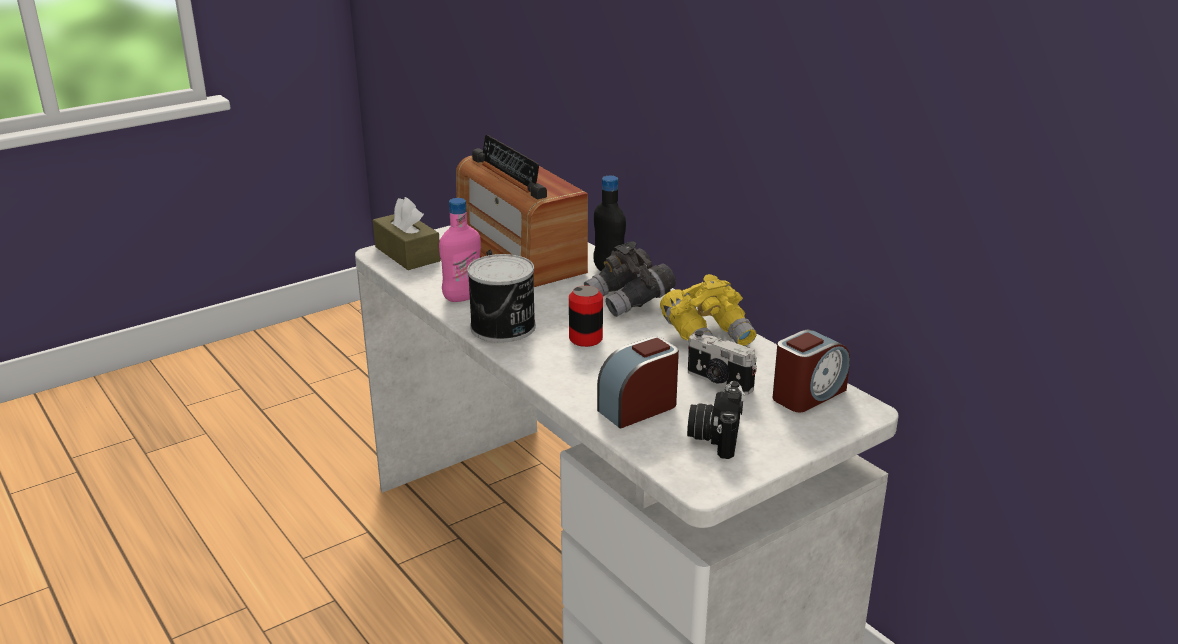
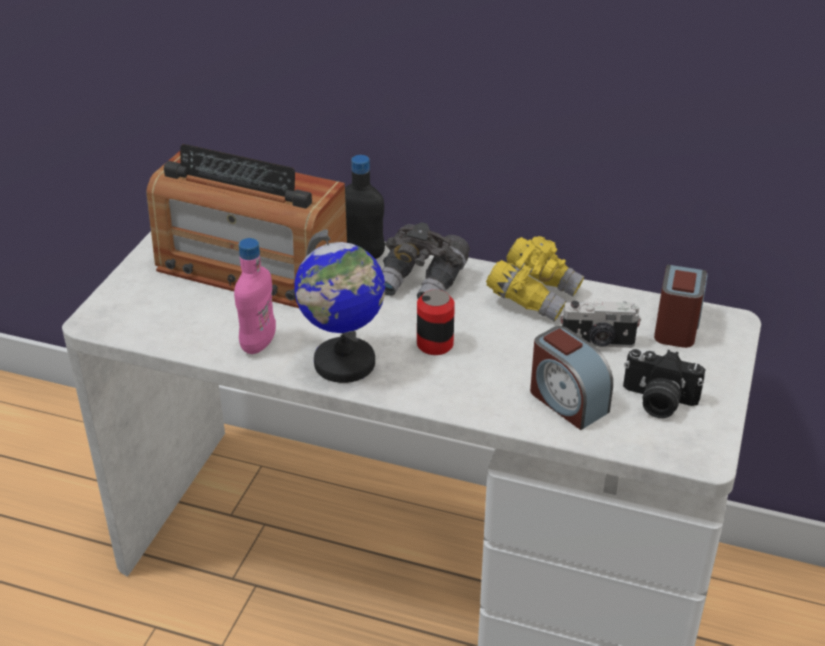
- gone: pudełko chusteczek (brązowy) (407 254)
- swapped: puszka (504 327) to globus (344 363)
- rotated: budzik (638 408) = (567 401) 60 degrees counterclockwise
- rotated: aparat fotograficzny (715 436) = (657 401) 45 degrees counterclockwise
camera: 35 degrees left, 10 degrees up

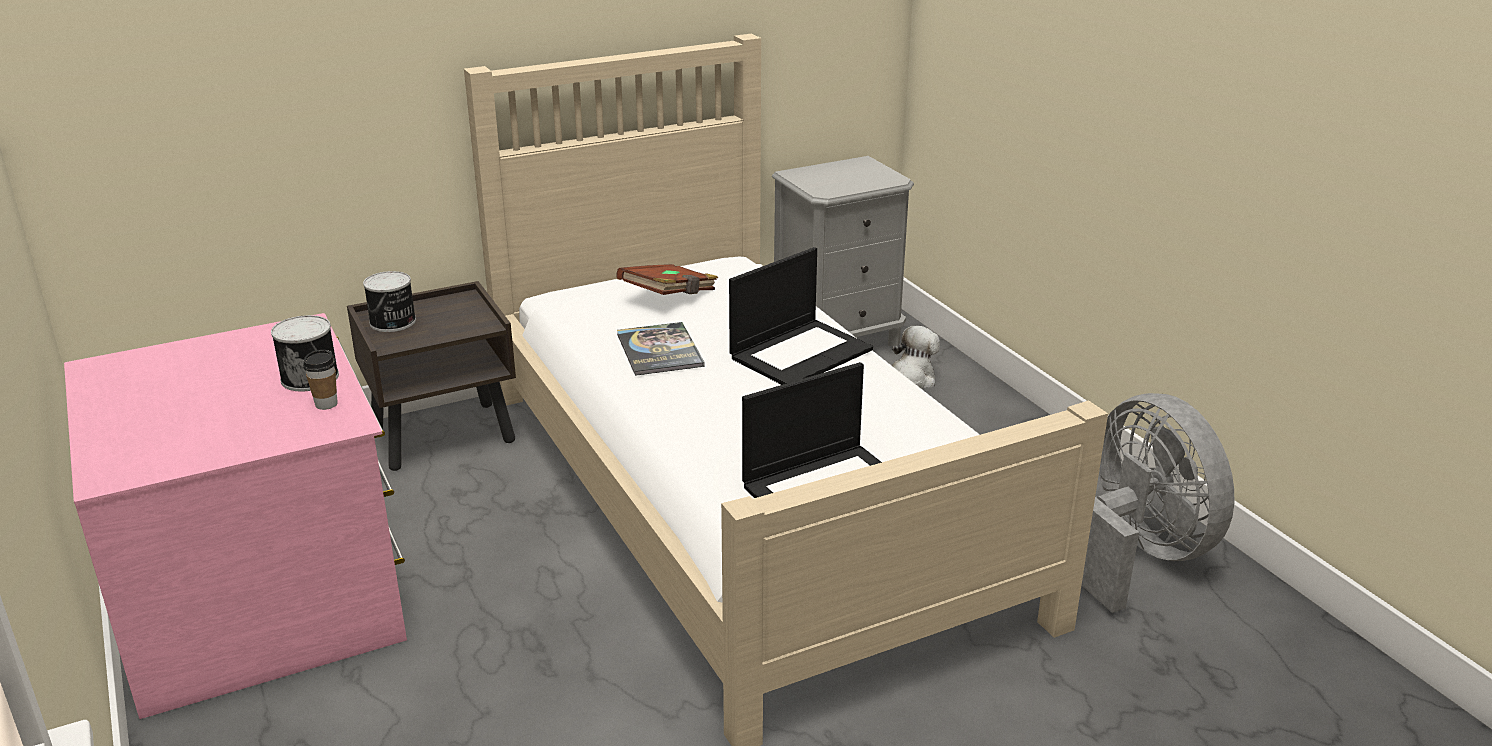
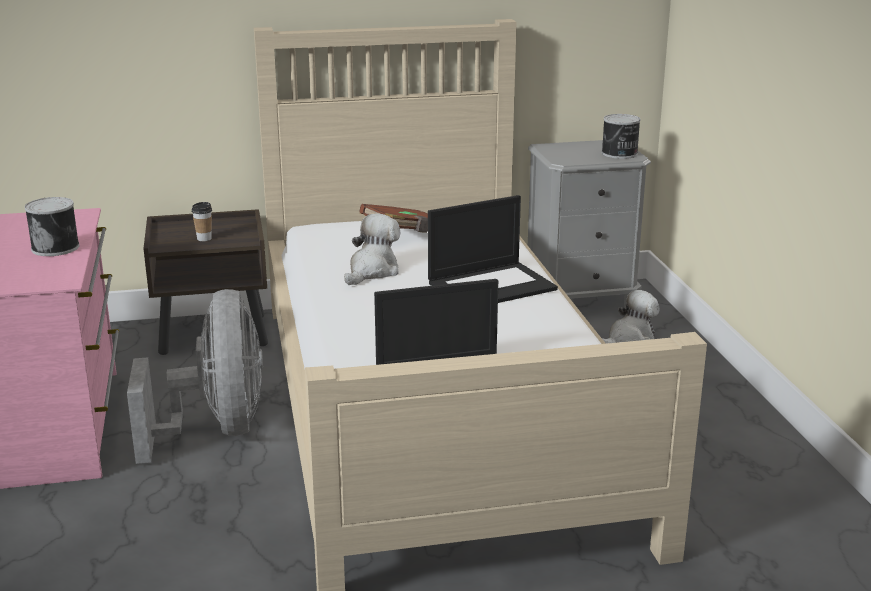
- shifted: puszka (393 322) to (620 154)
- swapped: książka (659 350) to pluszak (372 271)
- shifted: filiżanka (326 404) to (204 238)
- shifted: wentylator (szary) (1136 555) to (217 430)
camera: 15 degrees right, 5 degrees down

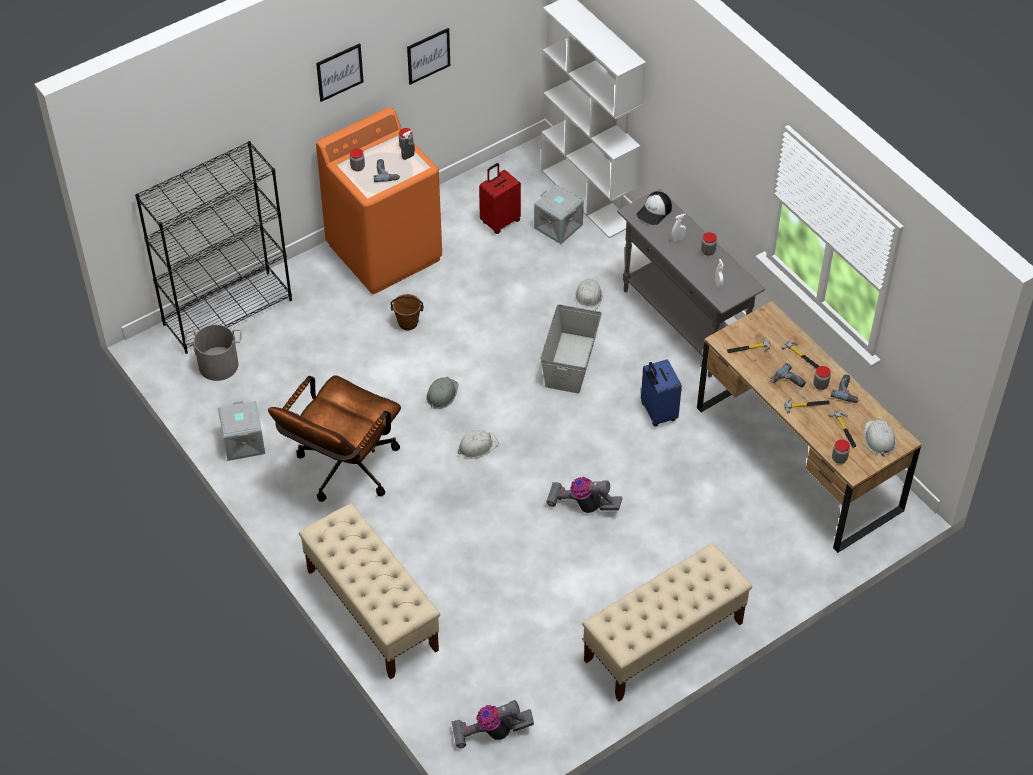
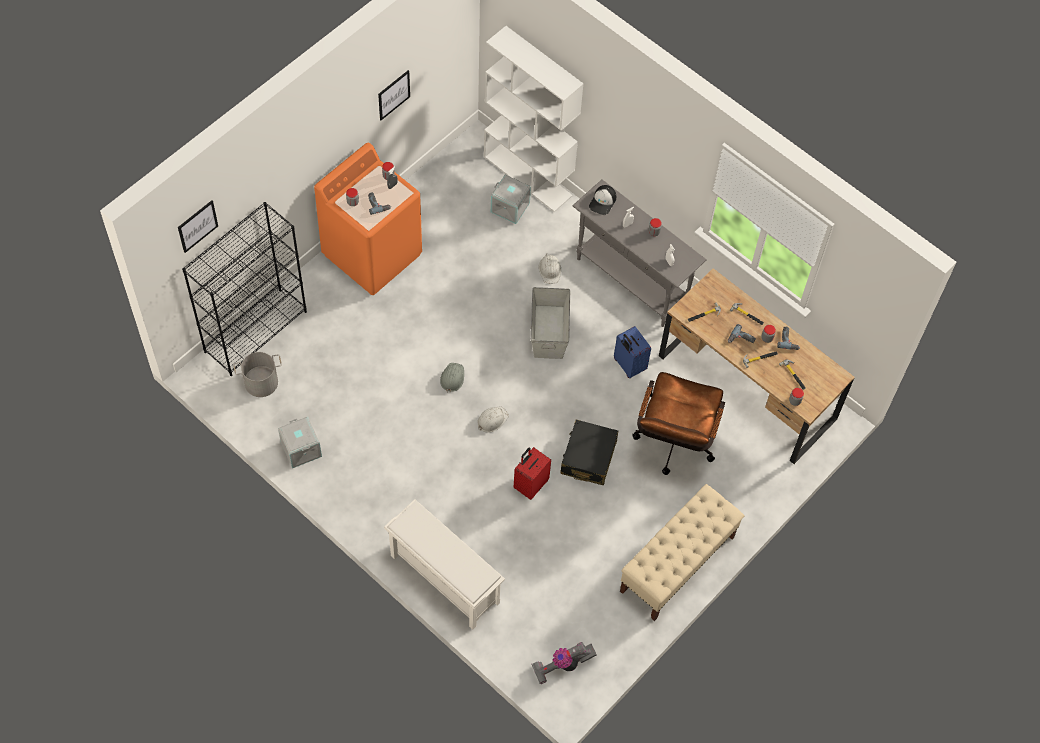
- shifted: obraz (339 72) to (197 226)
- shifted: walizka (czerwony) (500 221) to (530 484)
- gone: wiadro (brązowy) (408 323)
- shifted: krzesło biurowe (brązowy) (342 471) to (673 445)
- gone: kask (biały) (879 439)
- swapped: odkurzacz (583 505) to walizka (czarny) (588 457)
- swapped: ławka (beżowy) (371 610) to regał na buty (biały) (443 579)
camera: 15 degrees left, 10 degrees up

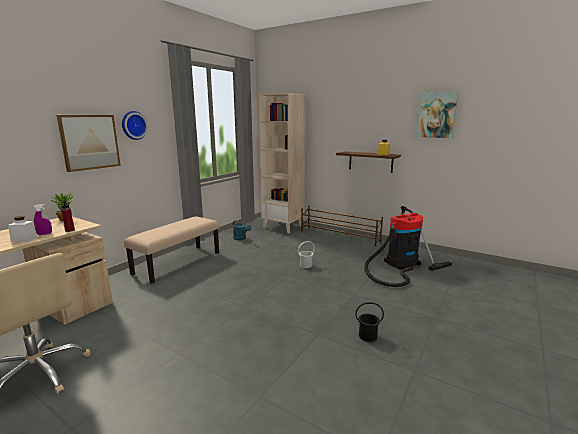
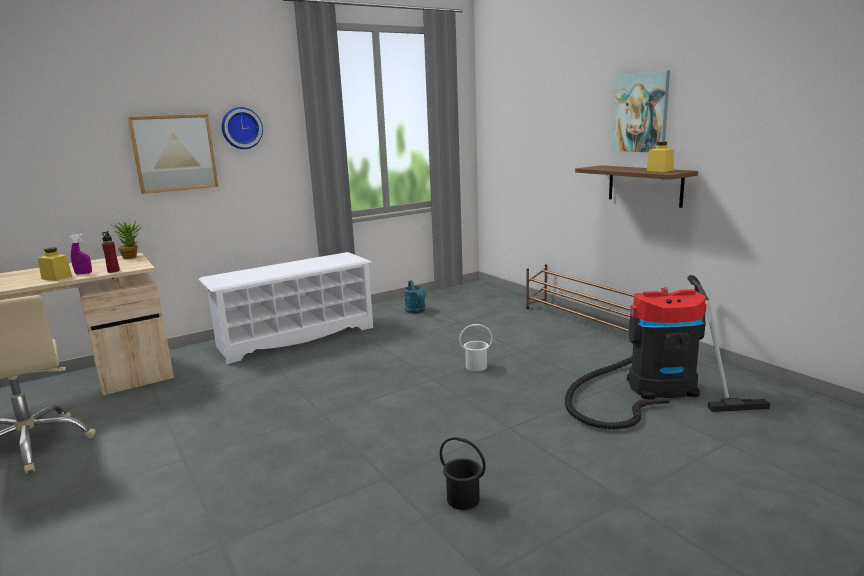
- shifted: obraz (436 115) to (640 112)
- gone: regał (beżowy) (283 227)
- repainted: słoik (biały) (24 239) to słoik (żółty) (57 277)
- swapped: ławka (beżowy) (178 263) to regał na buty (biały) (296 337)
camera: 25 degrees right, 0 degrees up

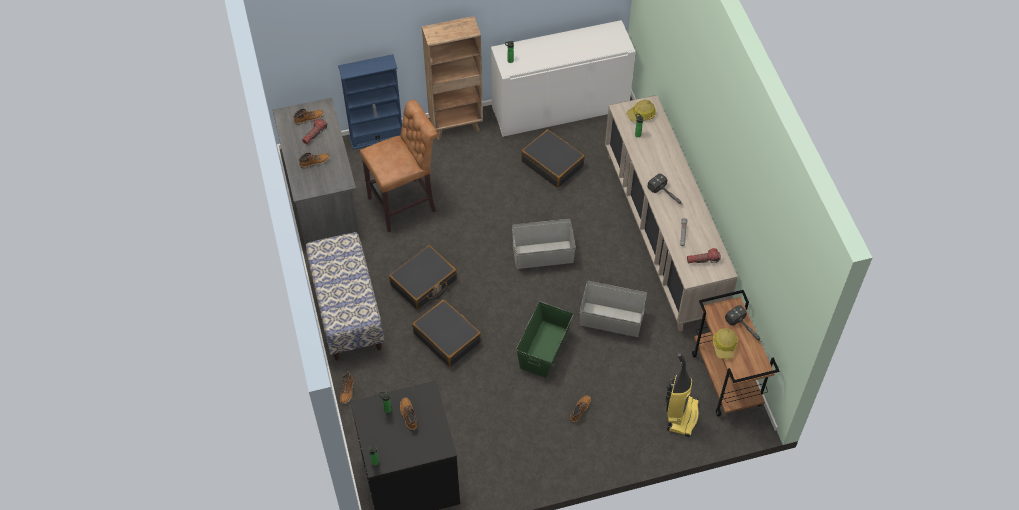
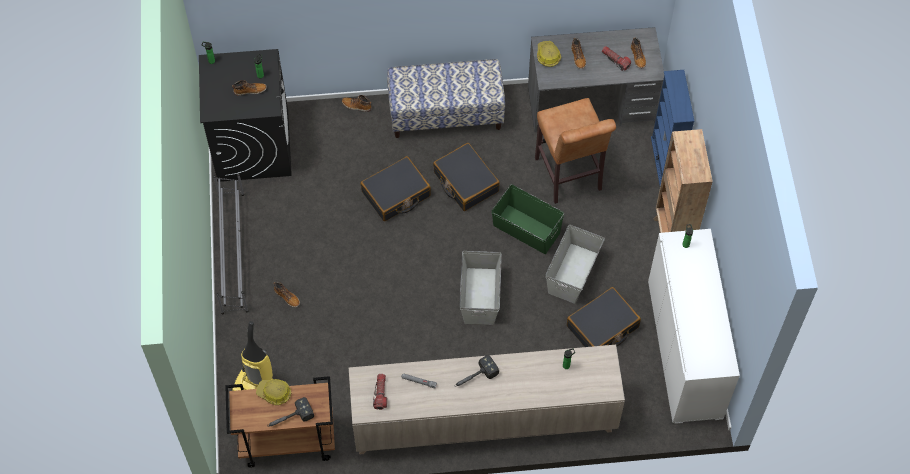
- shifted: kask (641 114) to (547 56)
- shifted: pojemnik do przechowywania (szary) (611 319) to (573 273)
- shifted: pojemnik do przechowywania (zielony) (543 348) to (526 228)
- new: regał na buty (szary) (233 252)
camera: 100 degrees right, 5 degrees up

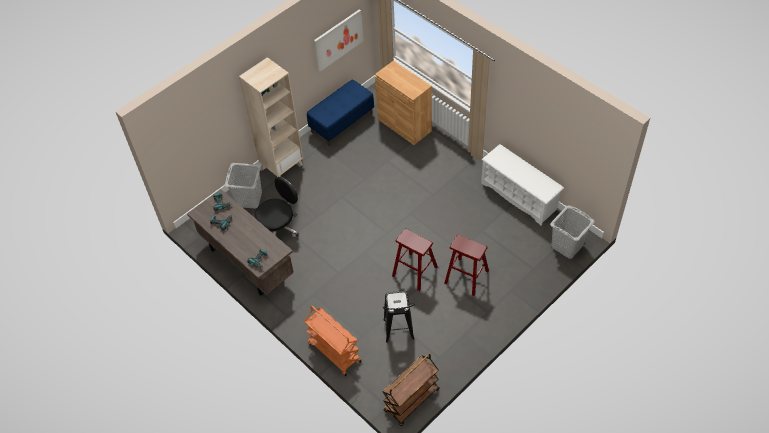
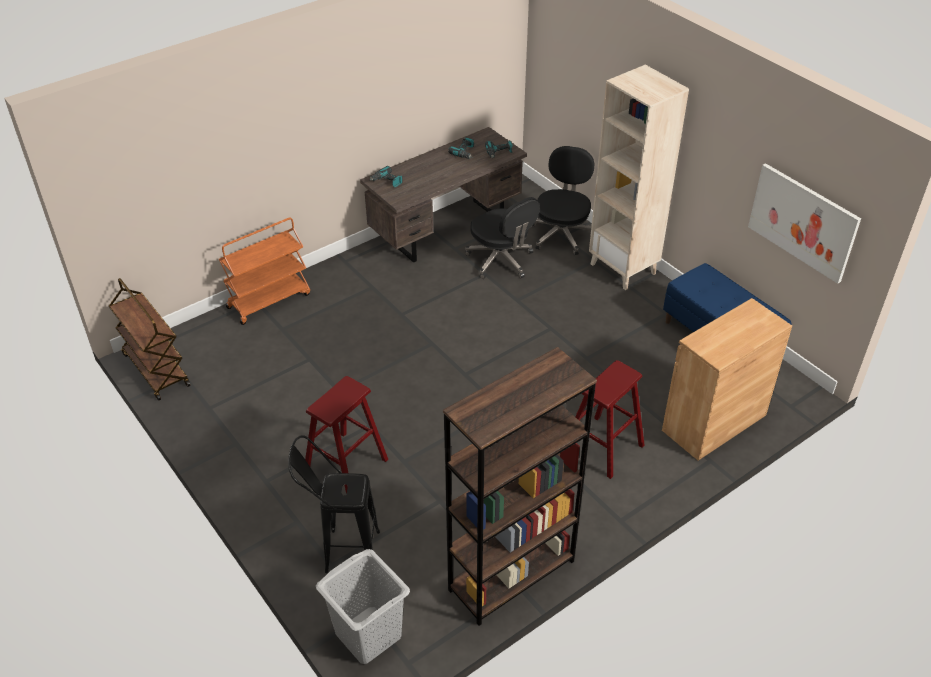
- swapped: regał na buty (biały) (519 196) to regał (brązowy) (511 576)
- swapped: kosz na pranie (szary) (248 199) to krzesło biurowe (czarny) (562 234)
- shifted: stołek (czerwony) (415 271) to (603 446)
- shifted: stołek (czarny) (399 334) to (342 551)
camera: 95 degrees right, 10 degrees down

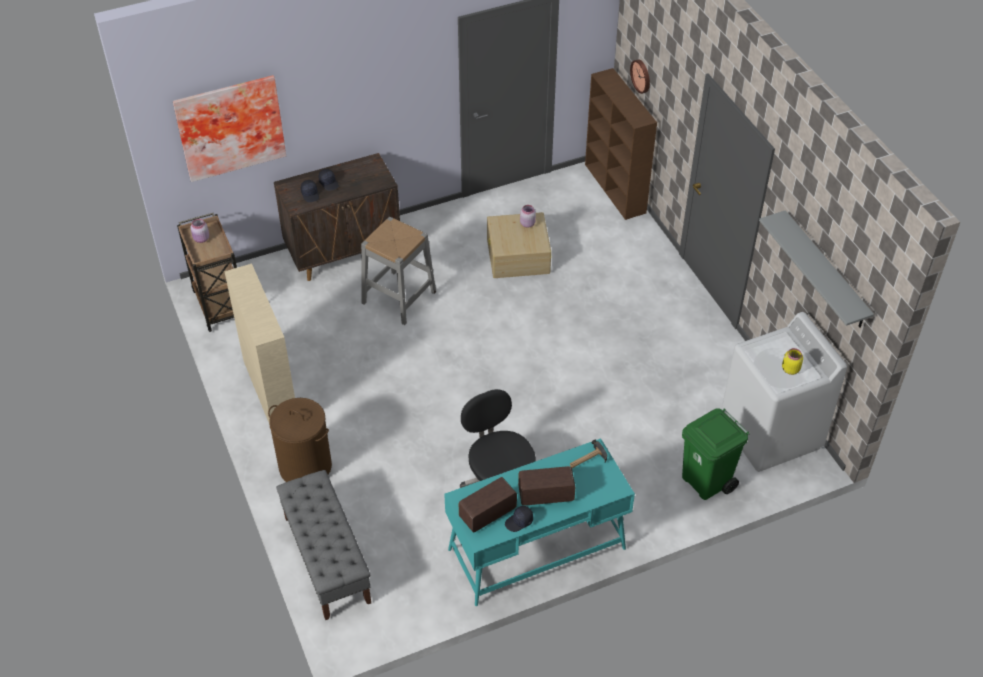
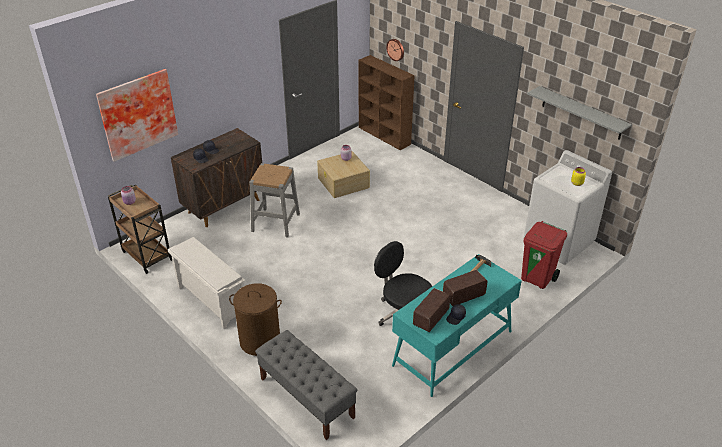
- swapped: regał (beżowy) (270 392) to regał na buty (biały) (210 300)
- repainted: kosz na śmieci (zielony) (706 482) to kosz na śmieci (czerwony) (537 278)
camera: 20 degrees left, 10 degrees down

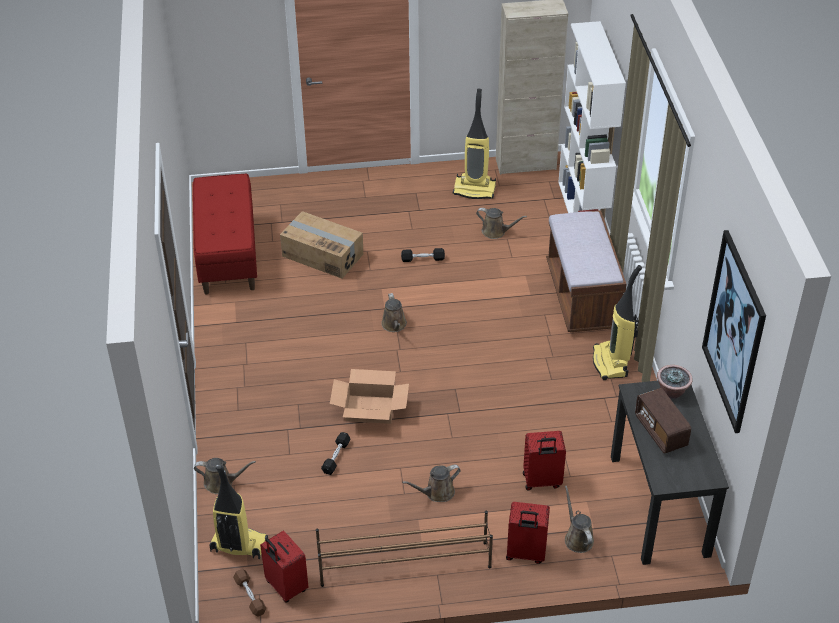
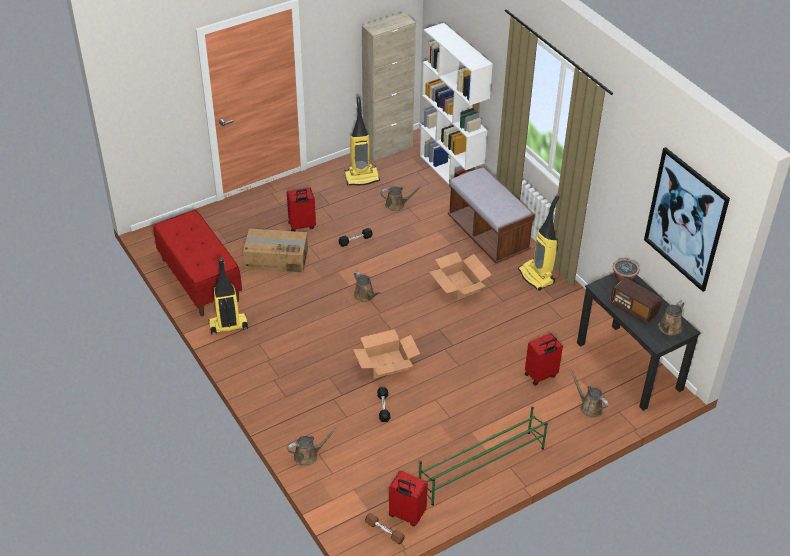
- shifted: odkurzacz (238 546) to (228 326)
- shifted: konewka (brązowy) (437 493) to (669 328)
- shifted: walizka (czerwony) (525 553) to (302 226)
- repainted: regał na buty (brązowy) (403 563) to regał na buty (zielony) (481 467)
- new: karton (459 285)
camera: 25 degrees left, 0 degrees up

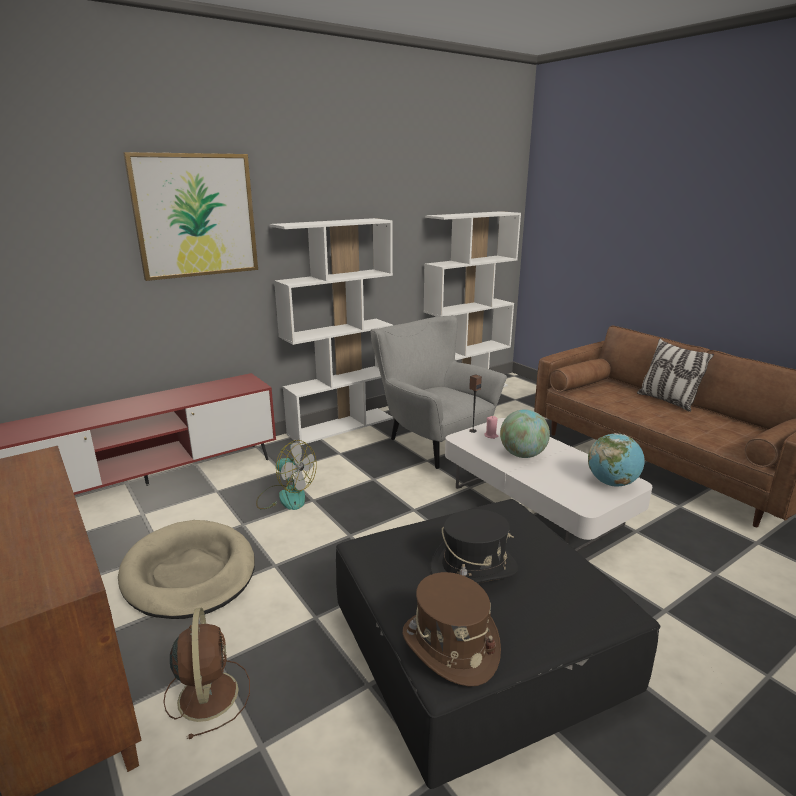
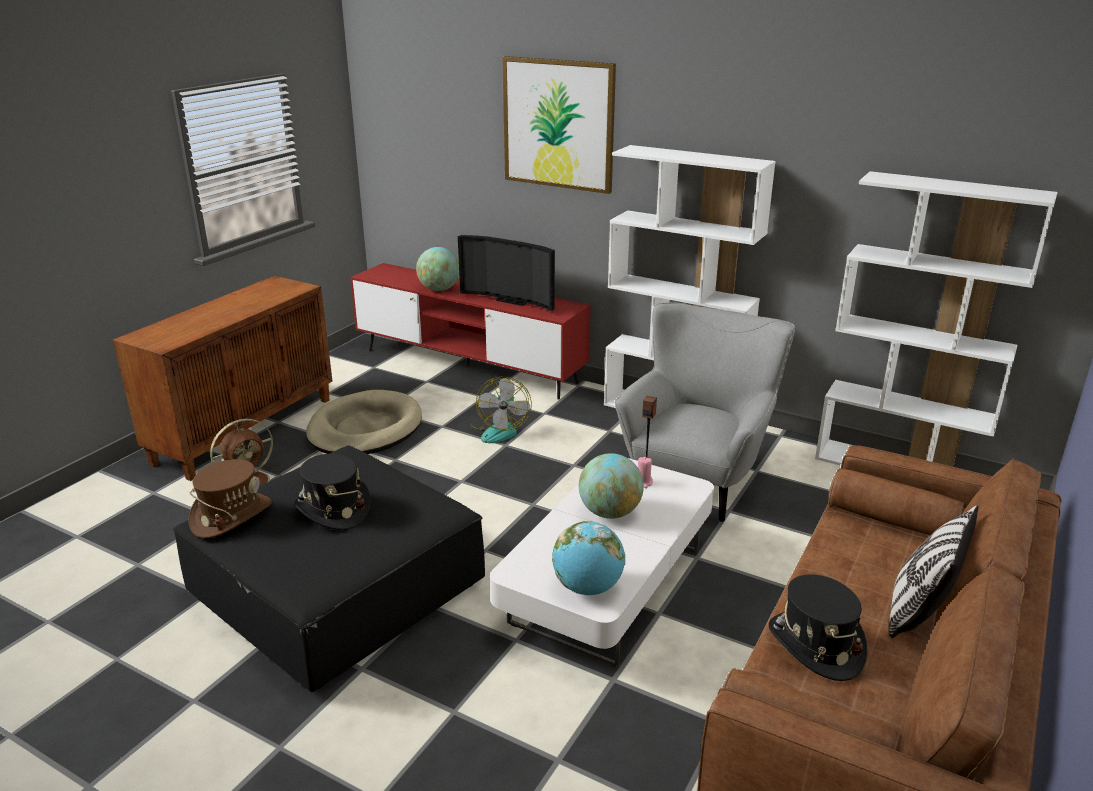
- new: telewizor (513 300)
- new: globus (439 289)
- new: kapelusz (czarny) (815 645)
camera: 65 degrees right, 5 degrees up

